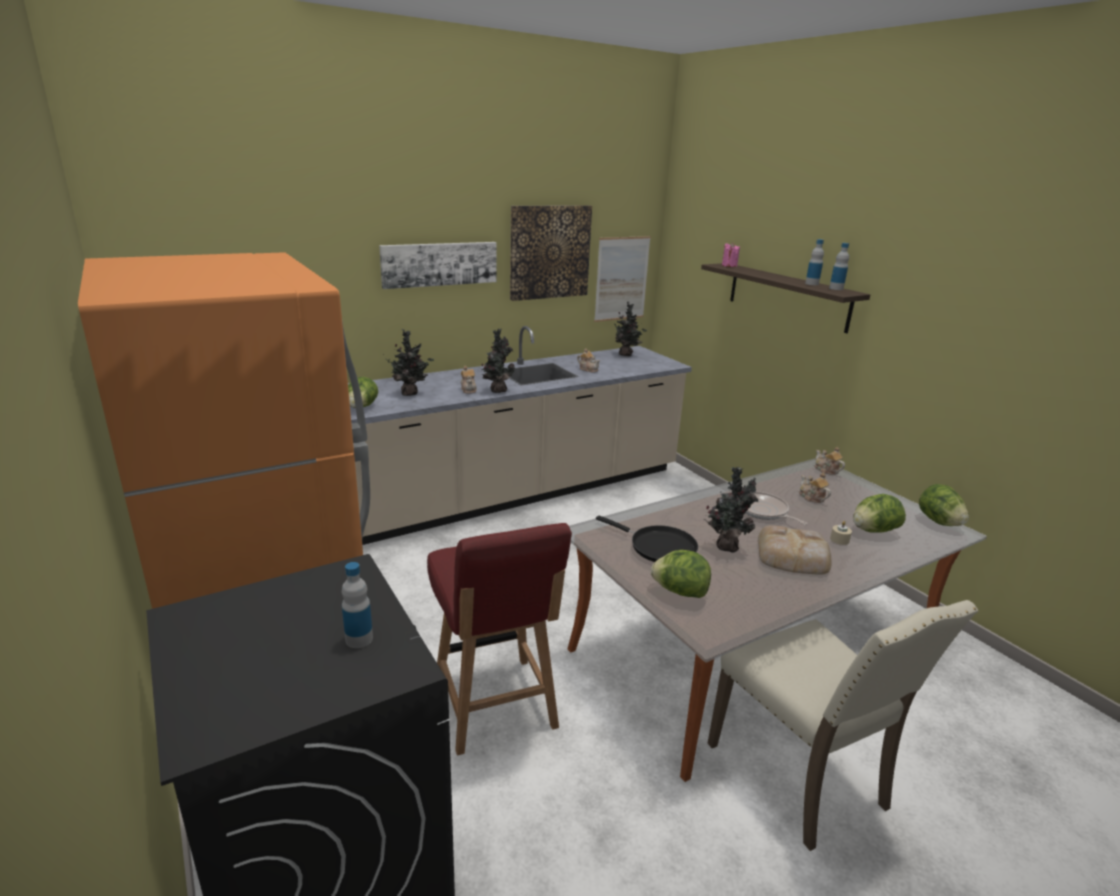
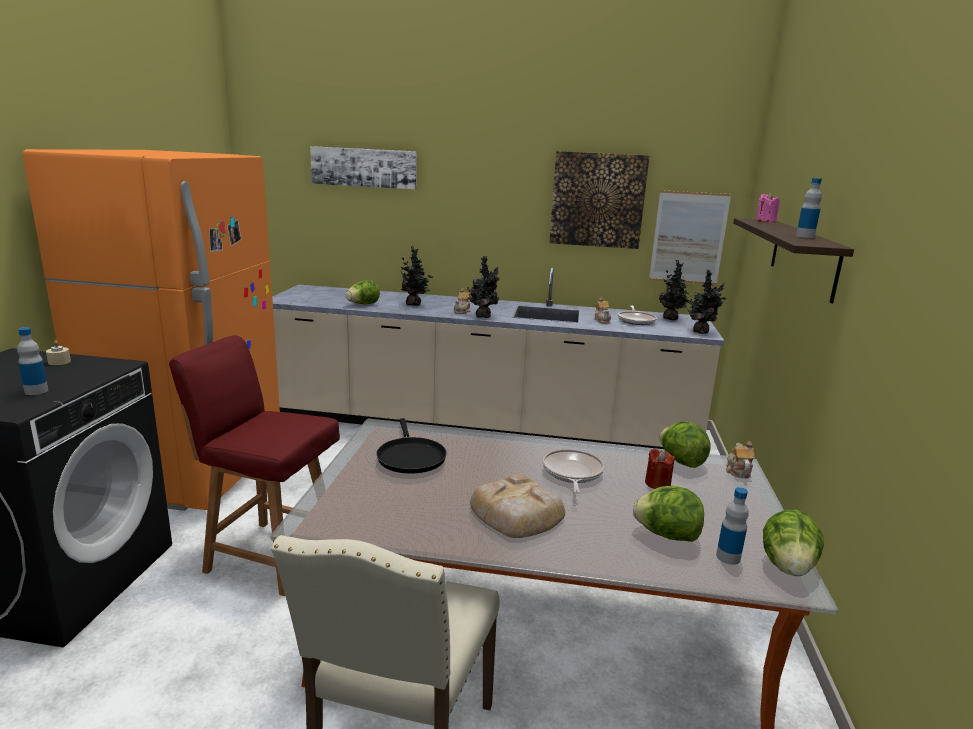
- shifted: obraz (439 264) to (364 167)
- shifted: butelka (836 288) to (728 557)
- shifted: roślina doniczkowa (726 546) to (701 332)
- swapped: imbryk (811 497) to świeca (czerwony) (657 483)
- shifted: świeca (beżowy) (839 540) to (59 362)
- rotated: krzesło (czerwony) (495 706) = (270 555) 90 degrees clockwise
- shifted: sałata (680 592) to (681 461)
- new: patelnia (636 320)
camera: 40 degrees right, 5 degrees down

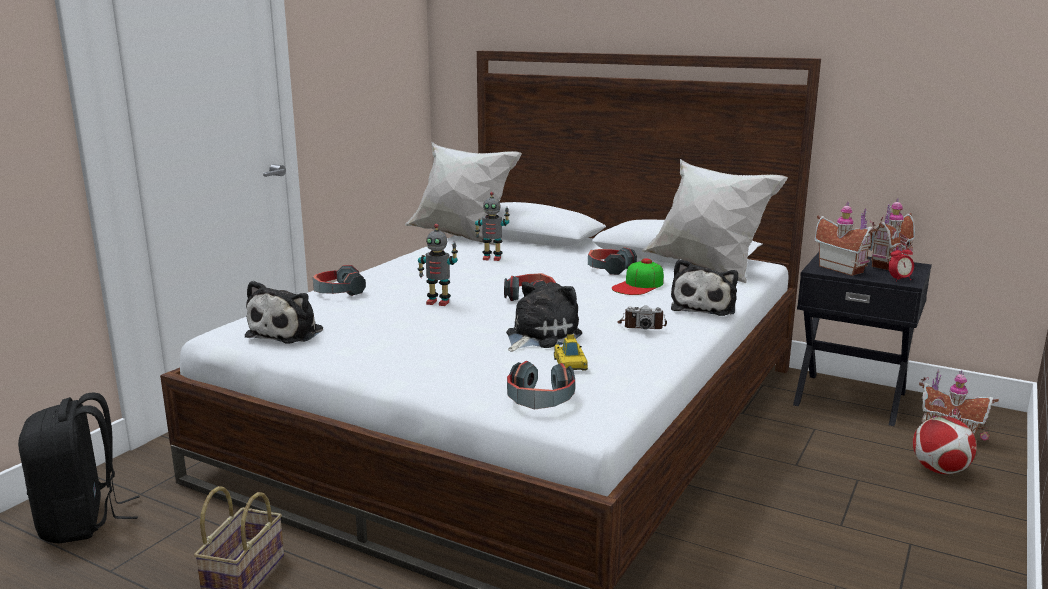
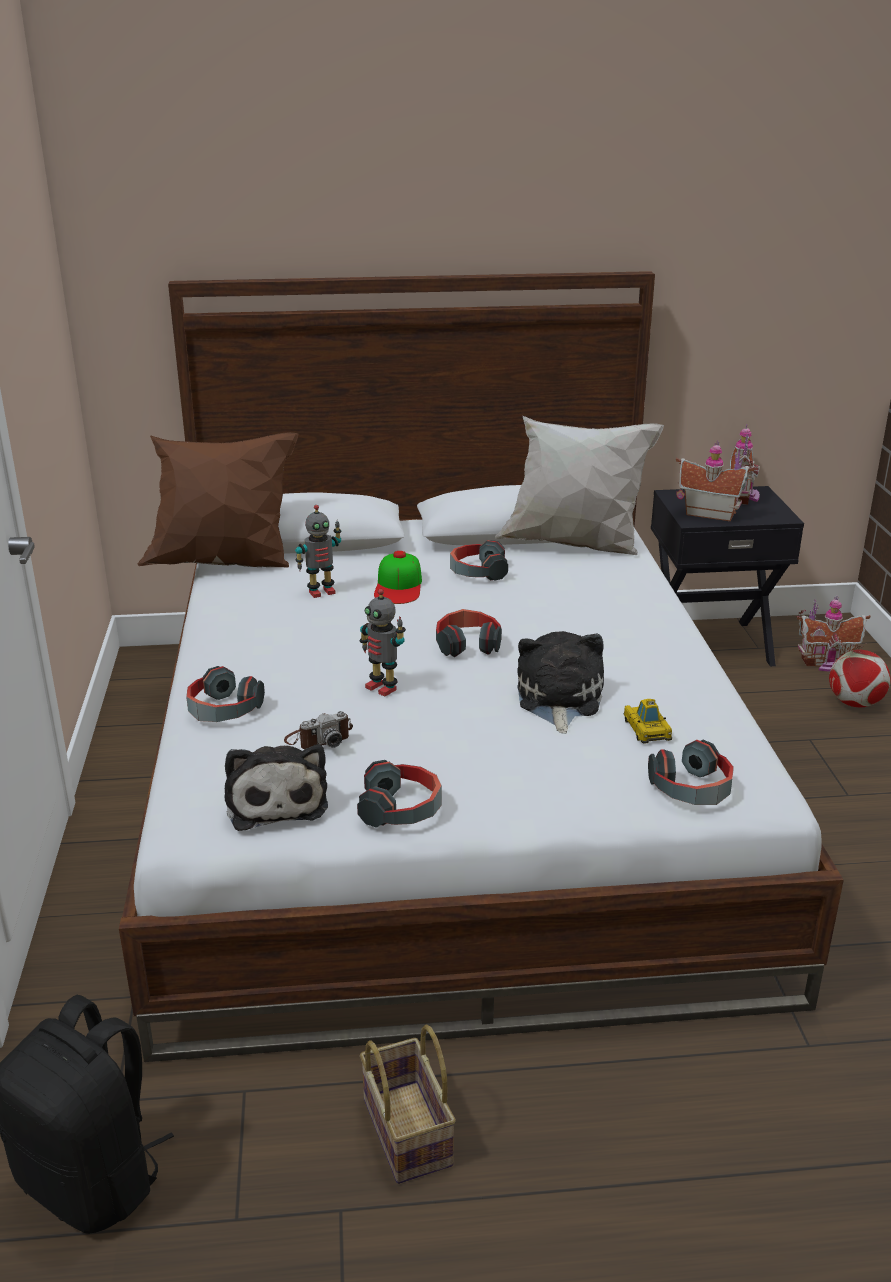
- repainted: poduszka (biały) (462 237) to poduszka (brązowy) (224 564)
- rotated: robot zabawkowy (438 302) = (382 687) 60 degrees clockwise
- gone: budzik (899 279)
- shifted: czapka z daszkiem (638 285) to (399 586)
- gone: pluszak (704 307)
- shifted: aparat fotograficzny (641 326) to (319 739)
- rotated: samochodzik (570 364) = (647 729) 150 degrees counterclockwise
- new: słuchawki (401 809)
camera: 35 degrees left, 10 degrees up

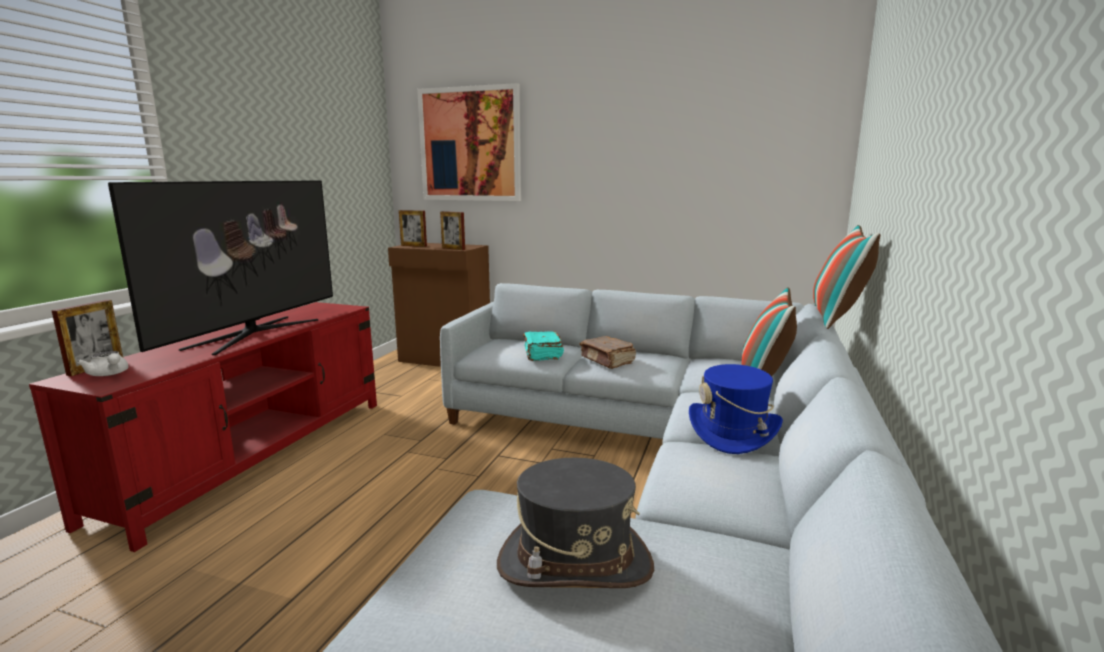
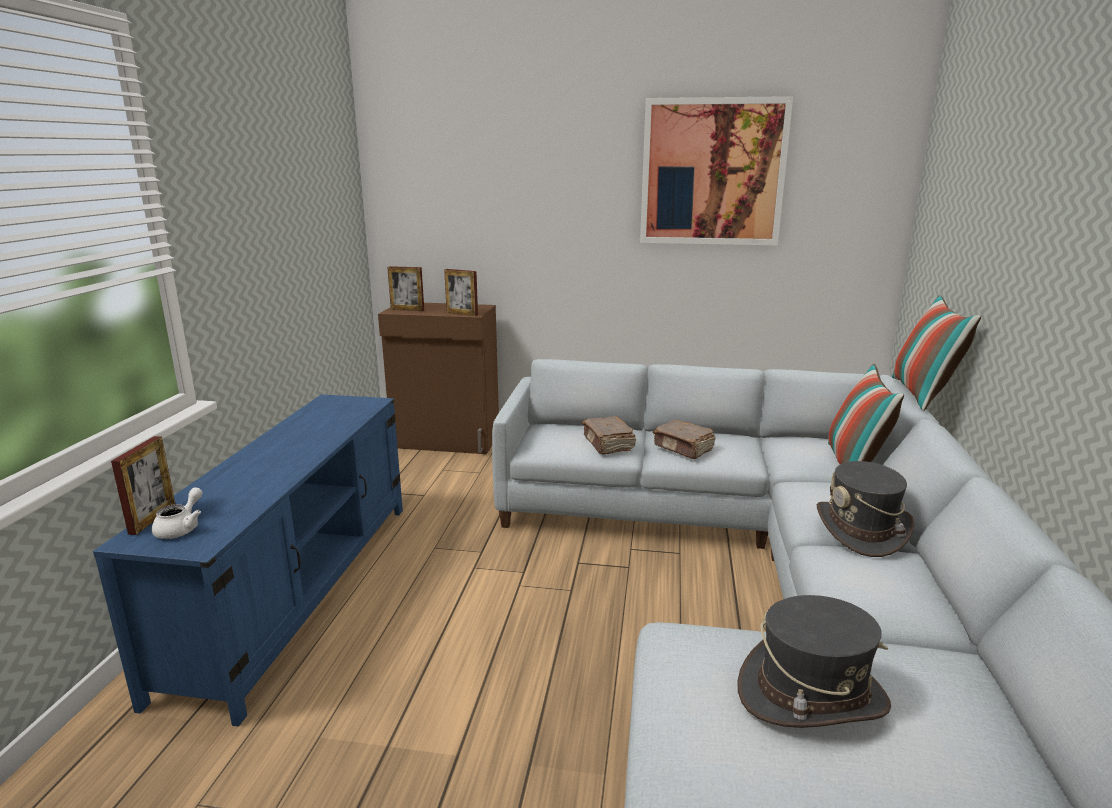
- shifted: obraz (470 144) to (712 172)
- gone: telewizor (253 334)
- repainted: szafka pod telewizor (czerwony) (256 454) to szafka pod telewizor (niebieski) (298 588)
- repainted: książka (turkusowy) (542 354) to książka (brązowy) (608 444)
- rotated: imbryk (biały) (109 374) = (181 528) 105 degrees counterclockwise
- repainted: kapelusz (niebieski) (733 432) to kapelusz (szary) (861 530)
camera: 10 degrees left, 5 degrees up

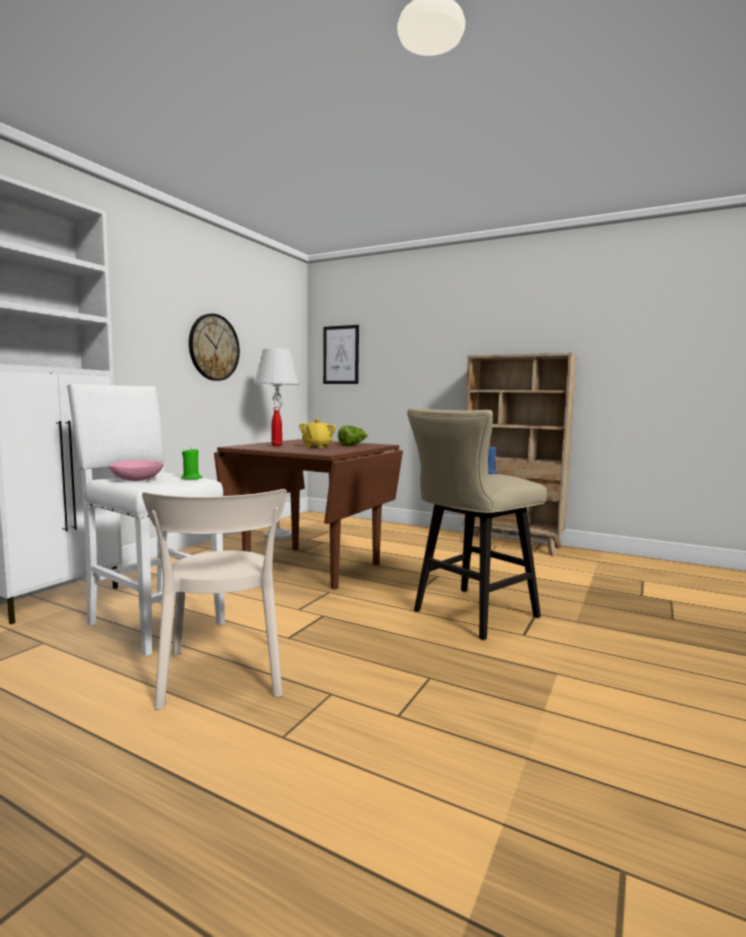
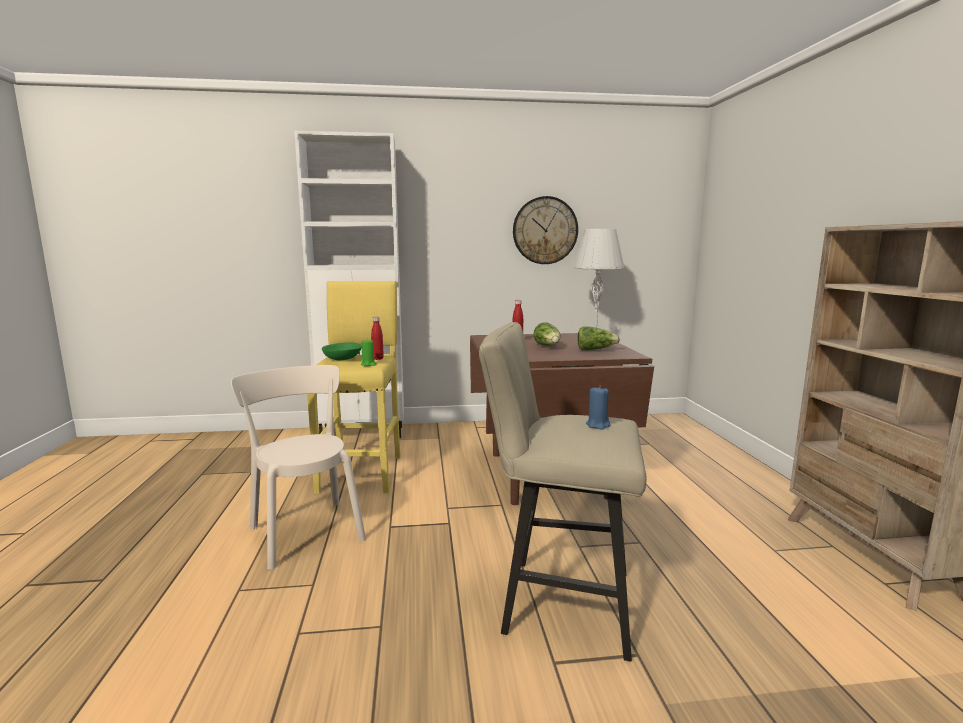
- gone: obraz (341 355)
- repainted: stołek (biały) (154 623) to stołek (żółty) (362 472)
- swapped: imbryk (żółty) (317 446) to sałata (548 346)
- repainted: miska (różowy) (138 479) to miska (zielony) (343 359)
- rotated: krzesło (beżowy) (222 677) = (305 530) 105 degrees clockwise
- new: butelka (czerwony) (377 359)
camera: 55 degrees right, 5 degrees up

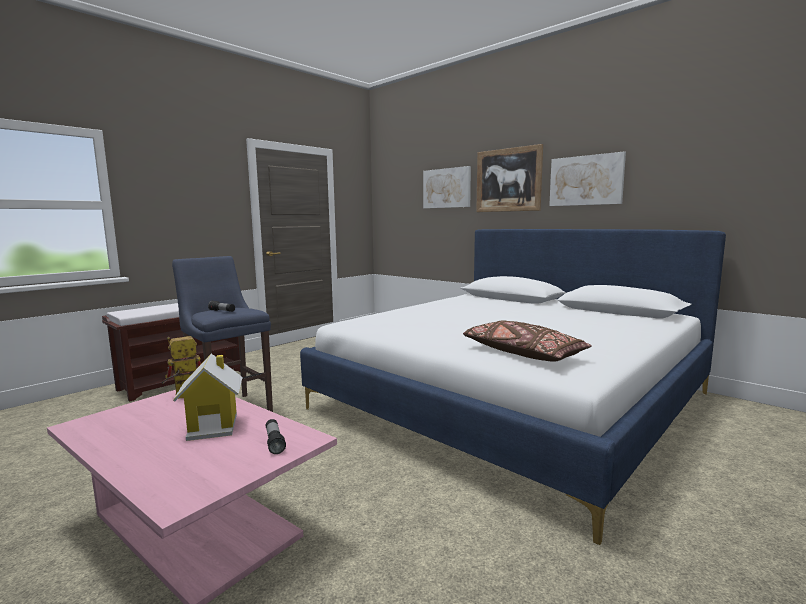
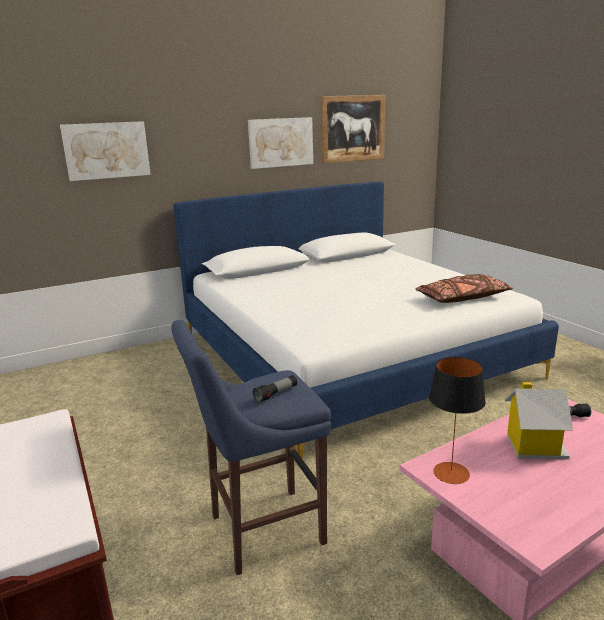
- shifted: obraz (508 180) to (353 128)
- swapped: robot zabawkowy (182 396) to lampa stołowa (451 473)
camera: 70 degrees left, 10 degrees up

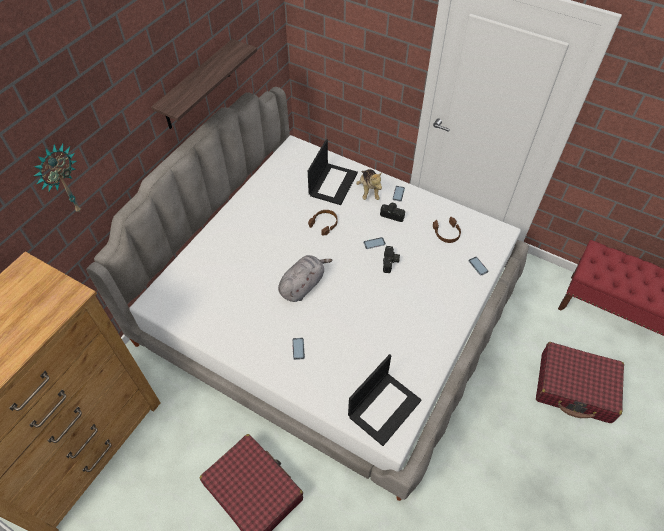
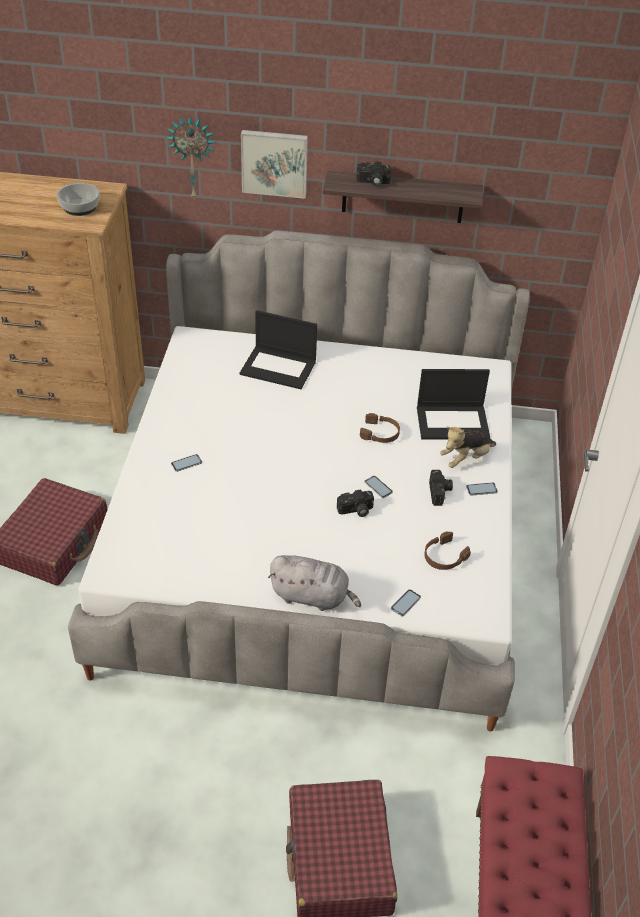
- shifted: pluszak (szary) (303 285) to (312 596)
- shifted: laptop (384 407) to (279 367)
- new: obraz (274 162)
- new: aparat fotograficzny (372 182)
- new: miska (80 207)
camera: 65 degrees right, 10 degrees down

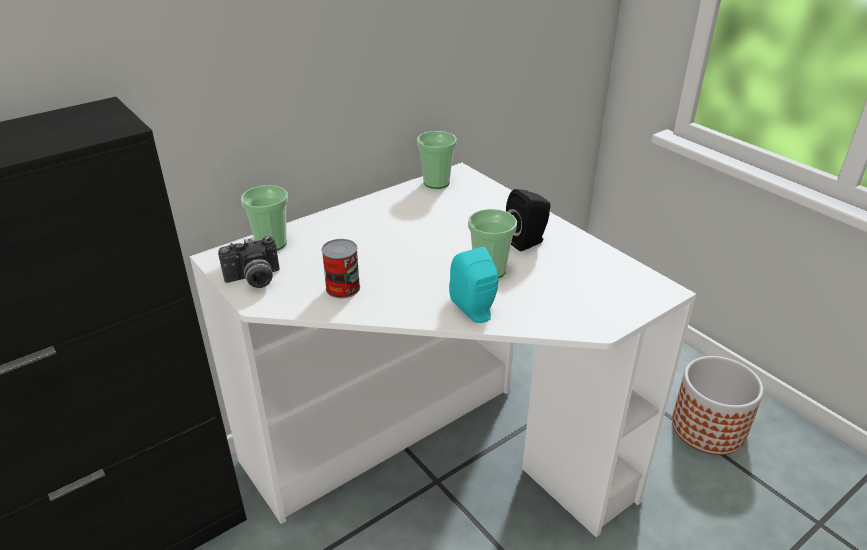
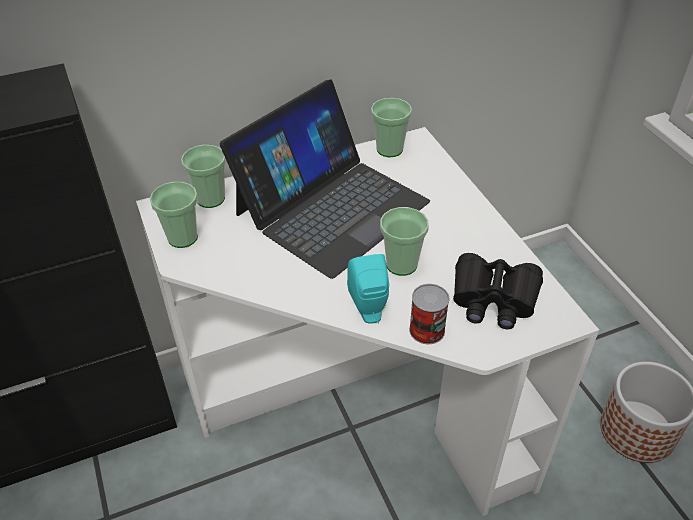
- gone: głośnik (czarny) (527 242)
- swapped: aparat fotograficzny (254 280) to filiżanka (182 237)
- shifted: puszka (343 288) to (427 330)
- new: laptop (331 207)
- new: lornetka (czarny) (493 299)
camera: 15 degrees right, 10 degrees up

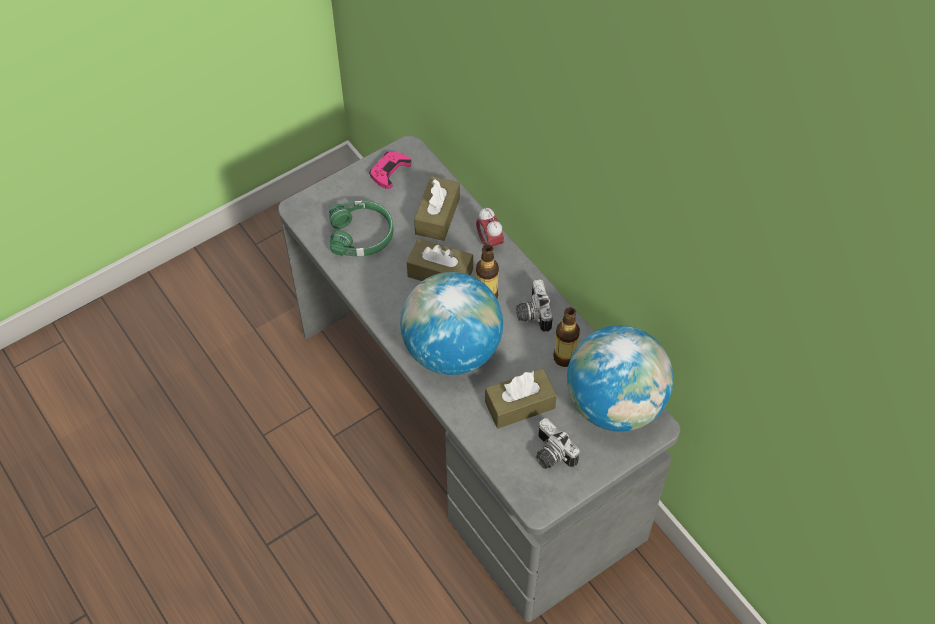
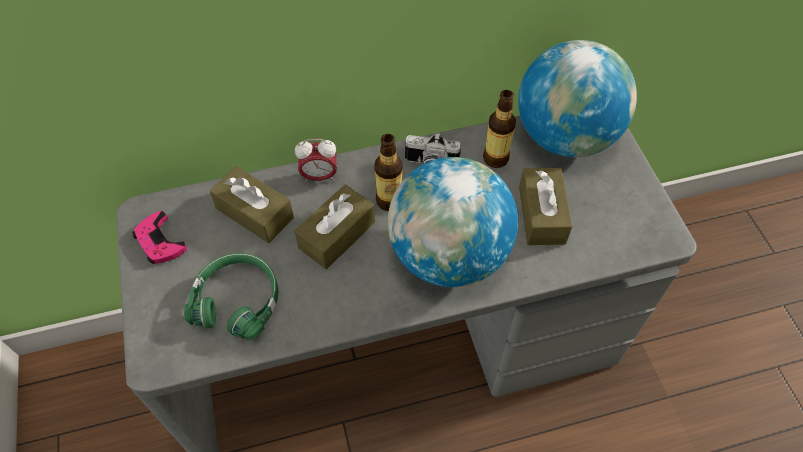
- gone: aparat fotograficzny (550 455)
camera: 70 degrees left, 0 degrees up

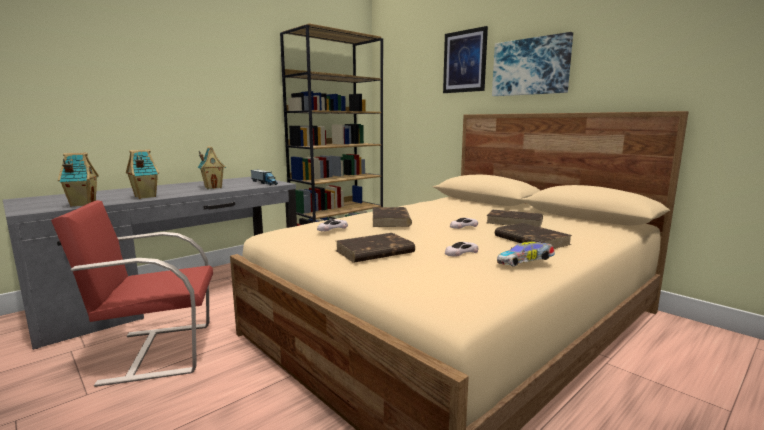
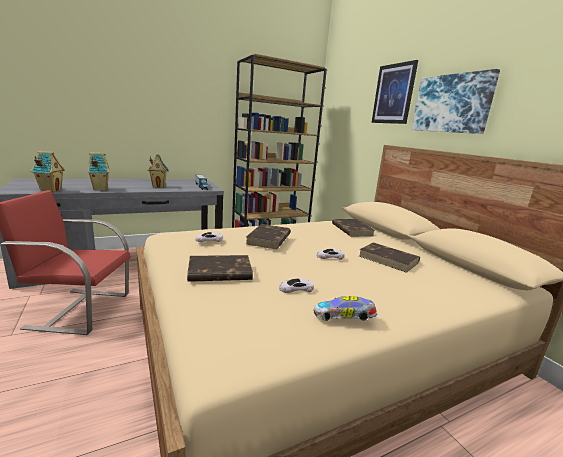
- shifted: książka (brązowy) (530 240) to (351 229)
camera: 15 degrees right, 5 degrees up

